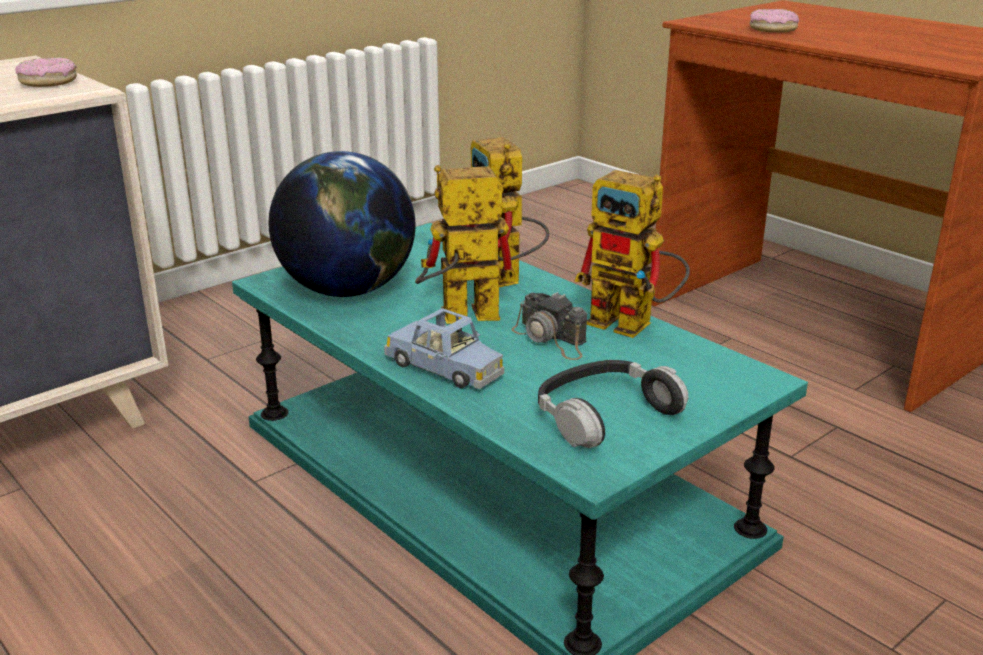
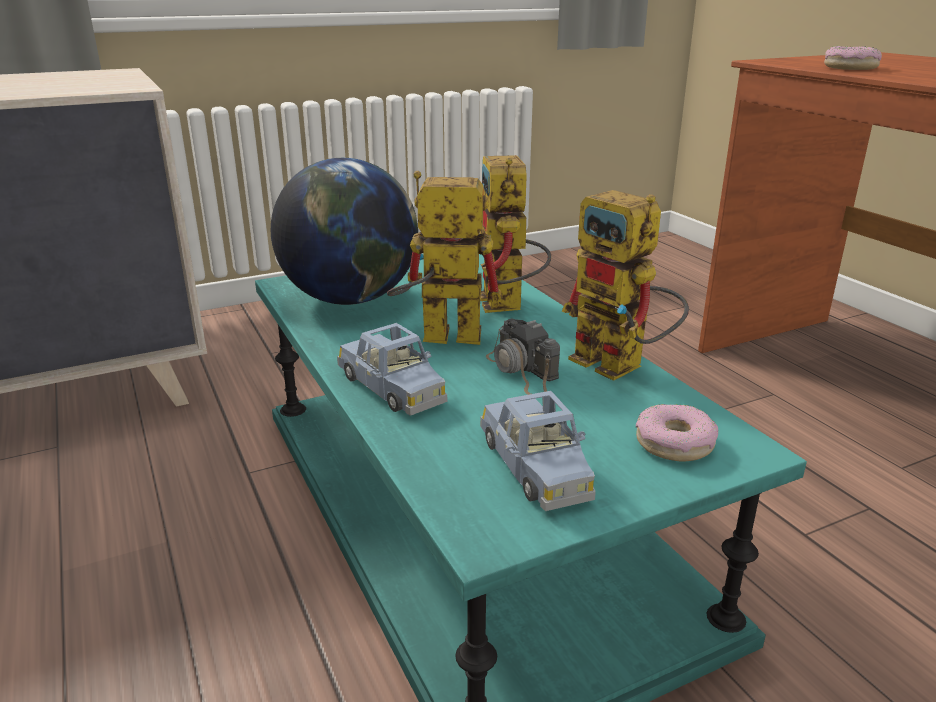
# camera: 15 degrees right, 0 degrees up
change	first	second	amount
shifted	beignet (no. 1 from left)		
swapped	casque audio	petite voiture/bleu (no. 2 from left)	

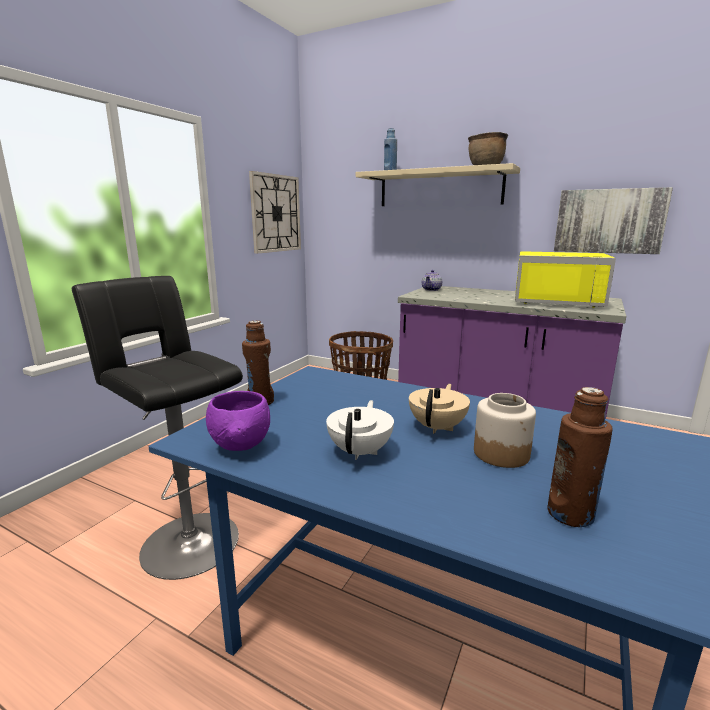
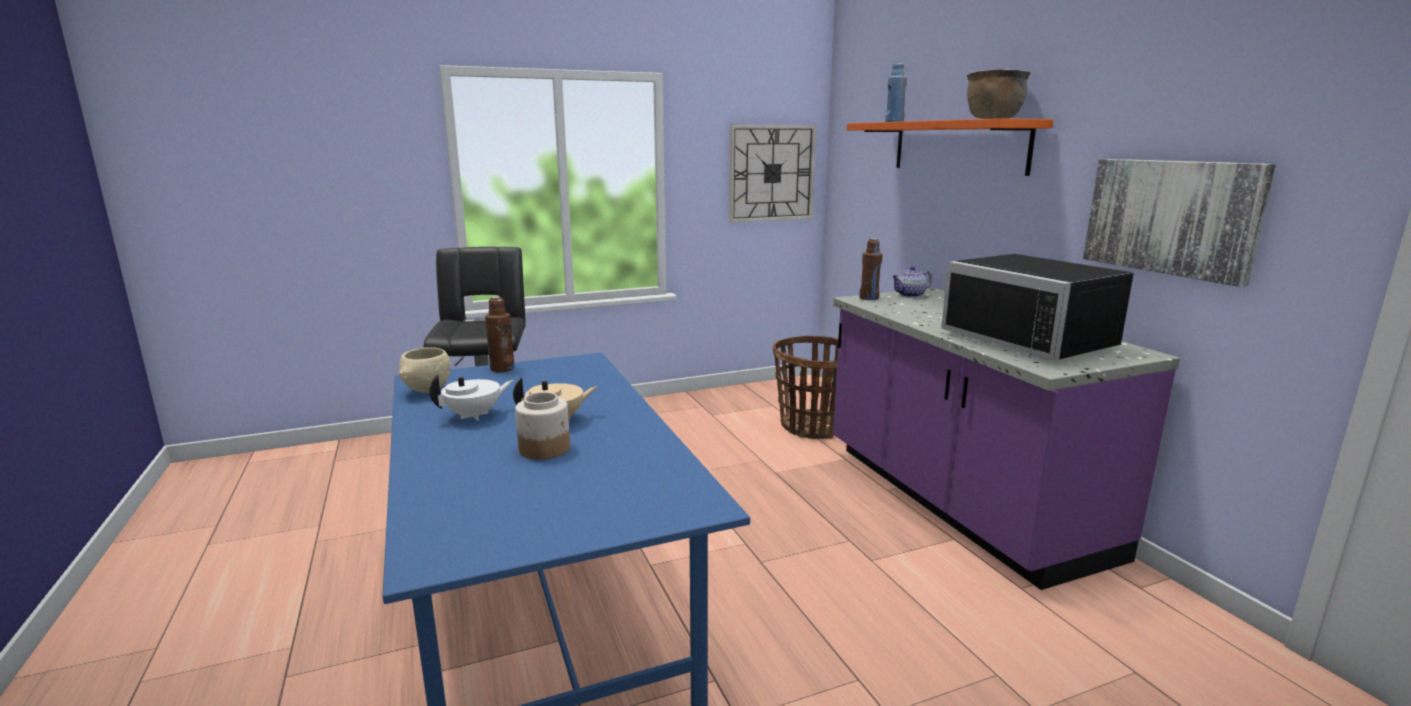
# camera: 40 degrees right, 0 degrees up
change	first	second	amount
repainted	étagère/beige	étagère/orange	
repainted	micro-ondes/jaune	micro-ondes/noir	
shifted	bouteille/marron (no. 2 from left)		
repainted	bol/violet	bol/beige	

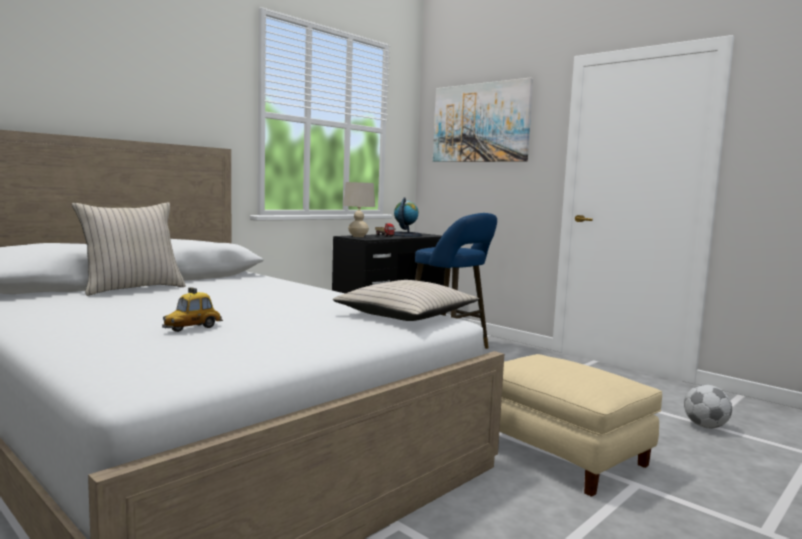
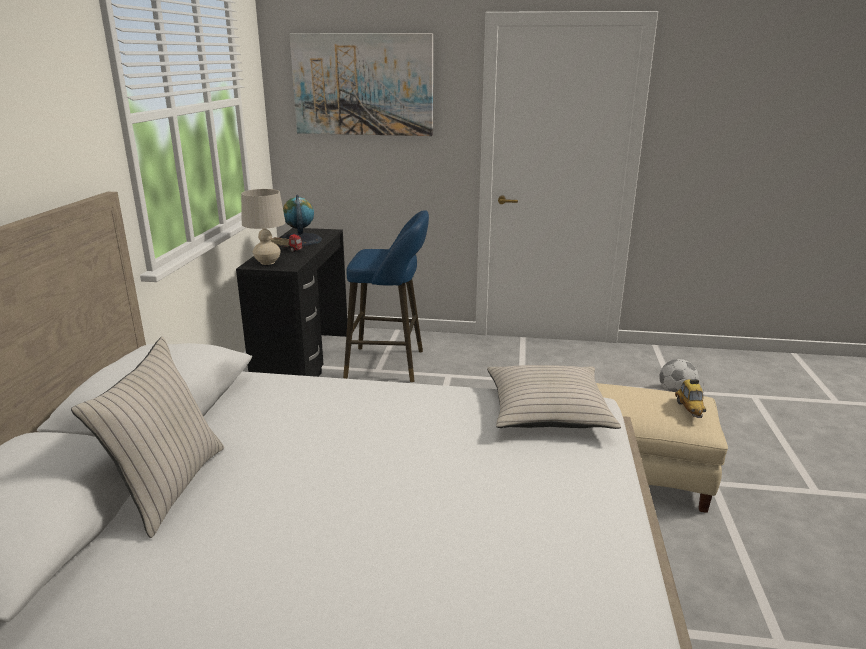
# camera: 35 degrees left, 15 degrees up
change	first	second	amount
shifted	petite voiture		

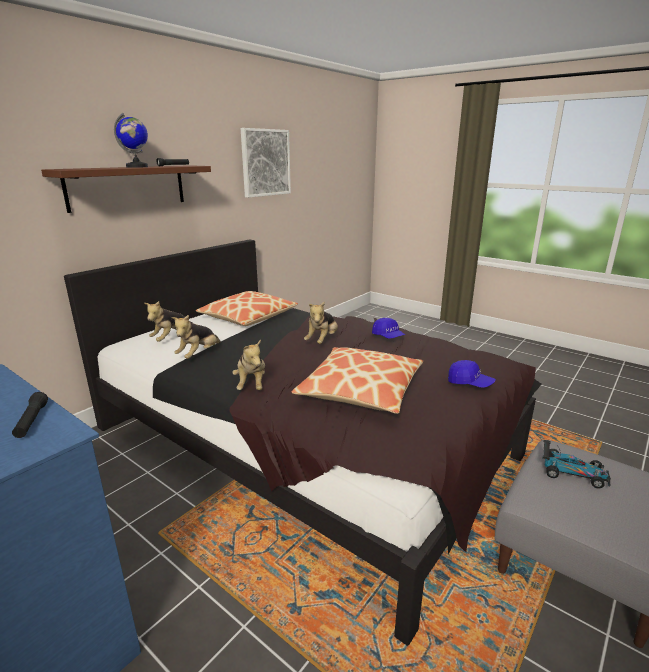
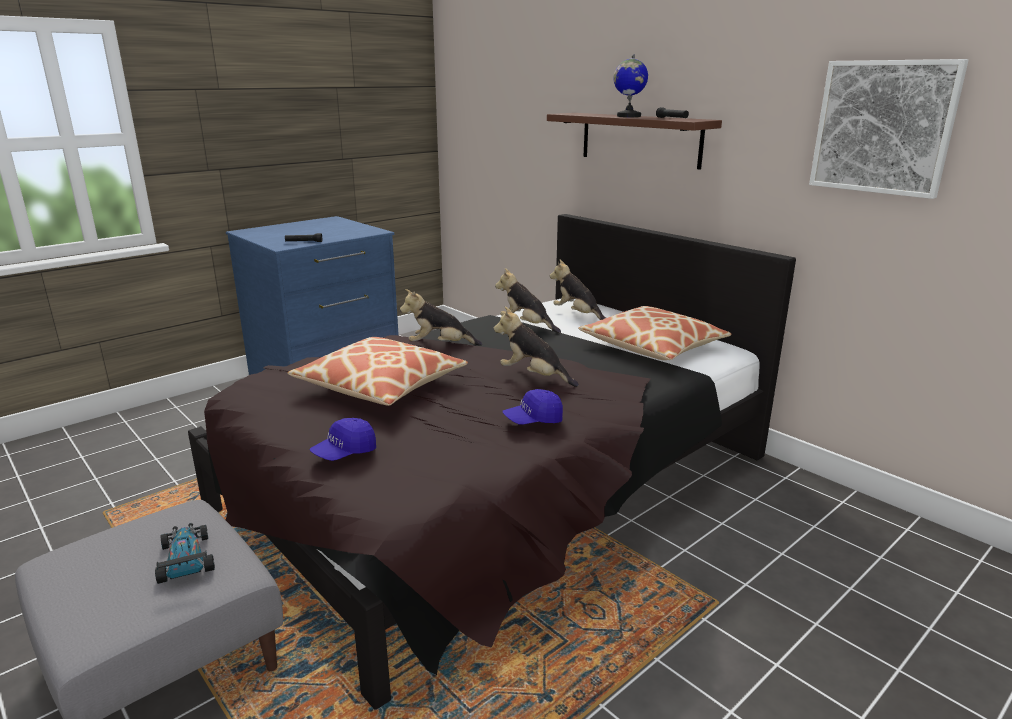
# camera: 100 degrees right, 0 degrees up
change	first	second	amount
rotated	petite voiture		120 degrees clockwise

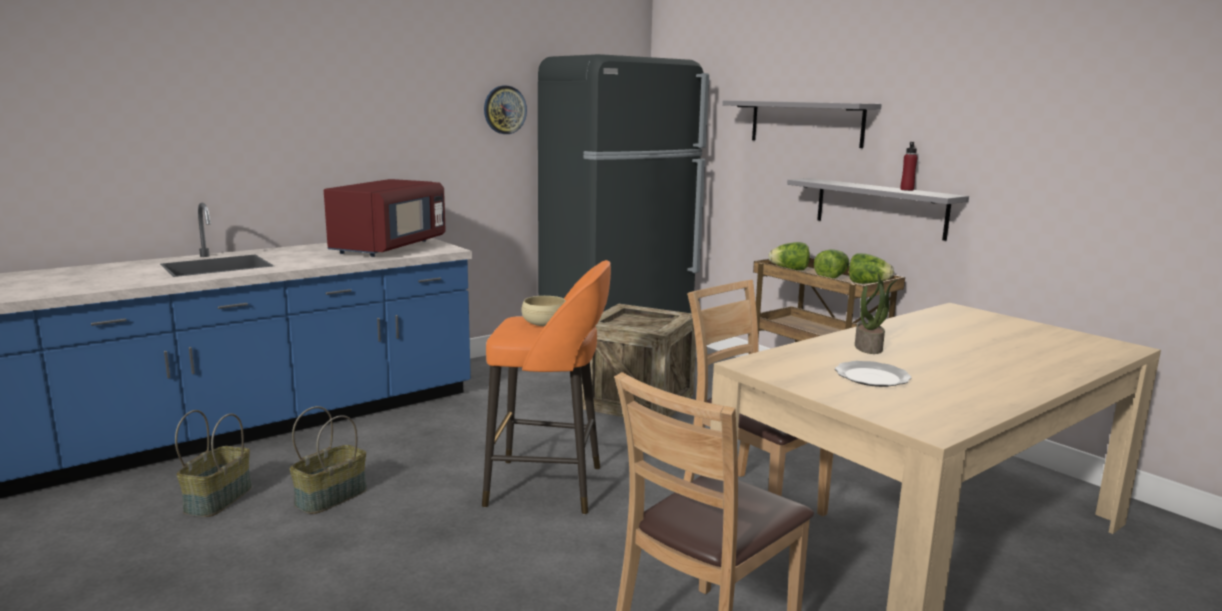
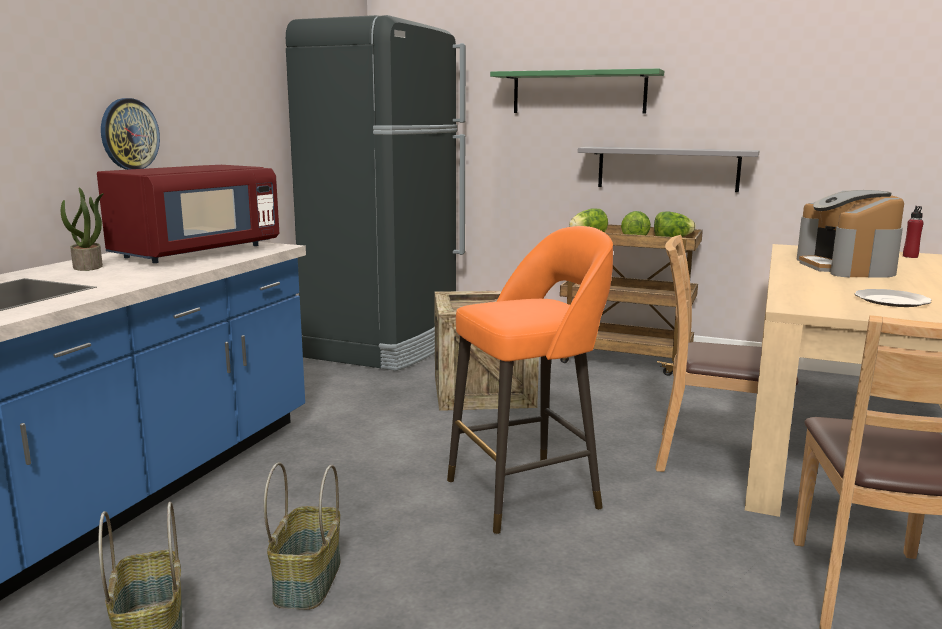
# camera: 30 degrees left, 0 degrees up
change	first	second	amount
shifted	horloge murale		
repainted	étagère/gris (no. 1 from left)	étagère/vert	
shifted	bouteille/rouge		
rotated	micro-ondes/rouge		45 degrees clockwise
shifted	plante en pot		
gone	bol/beige		
new		machine à café	

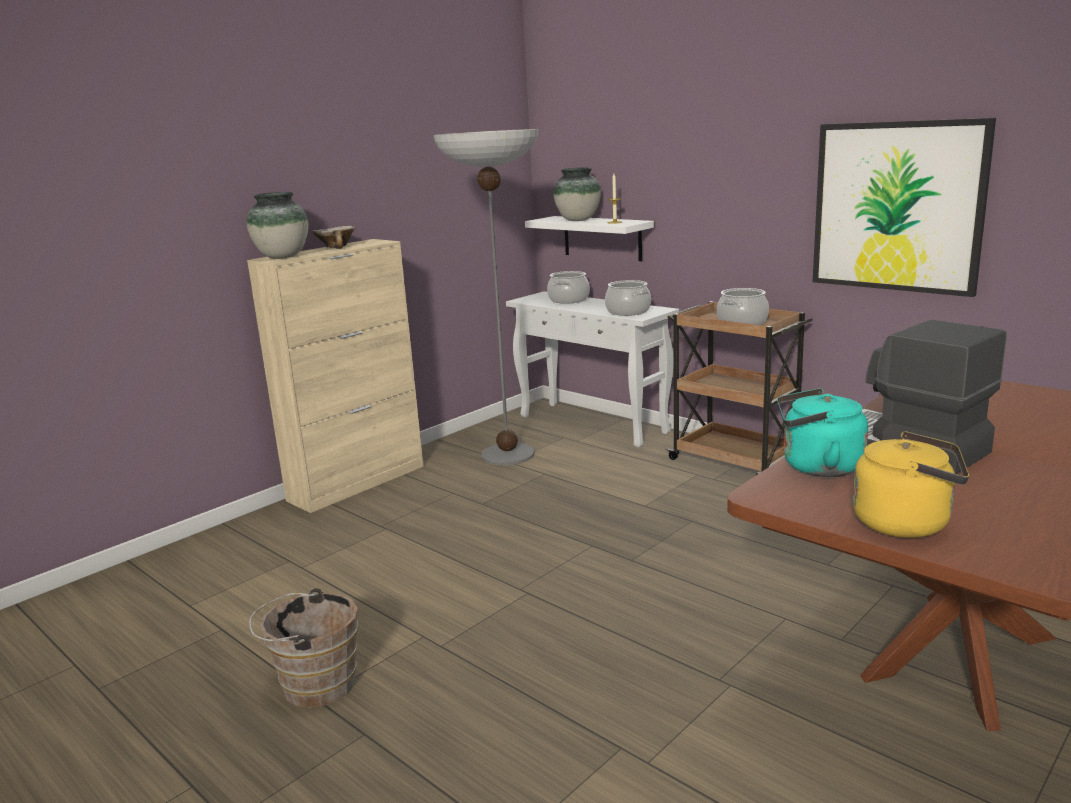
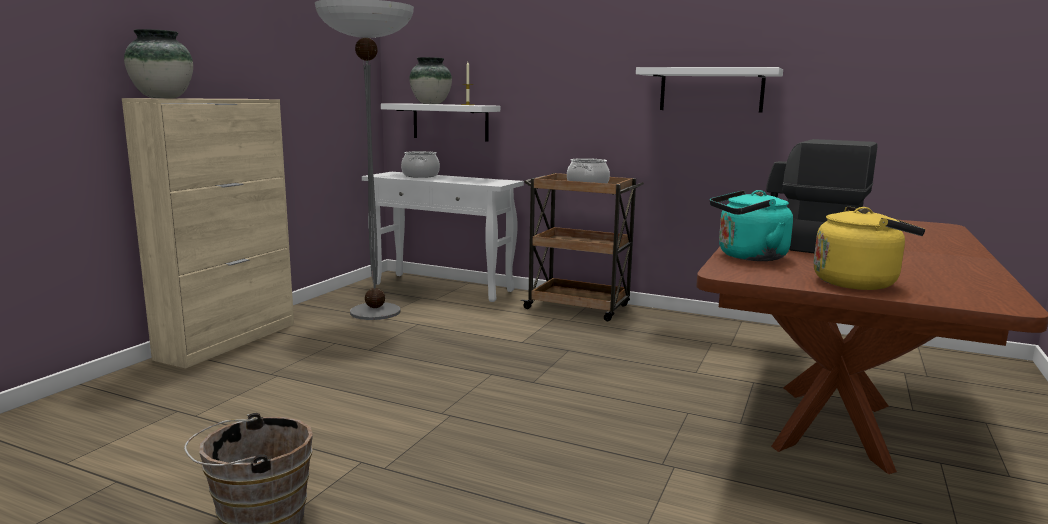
# camera: 20 degrees left, 5 degrees down
change	first	second	amount
swapped	tableau	étagère/blanc (no. 2 from left)	
gone	bol		
gone	marmite (no. 2 from left)		

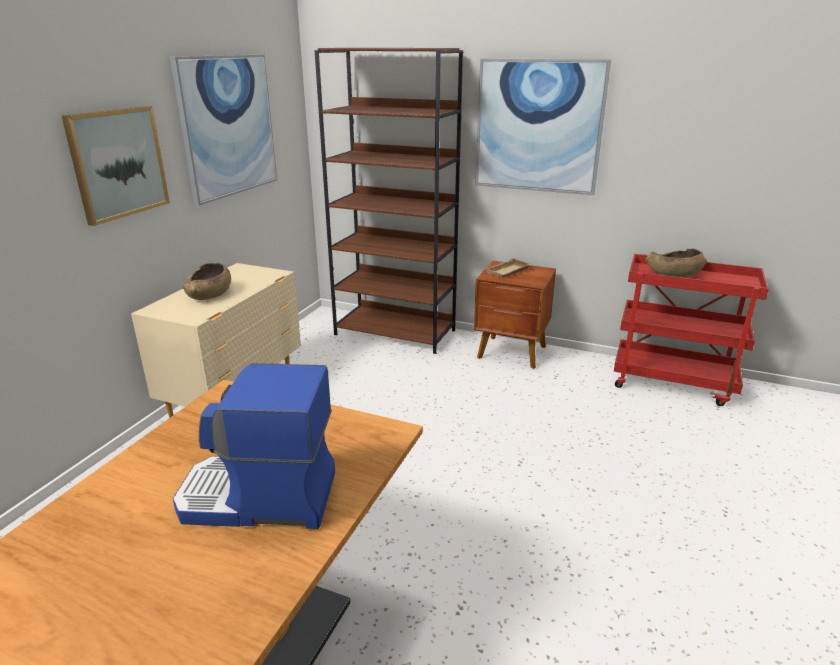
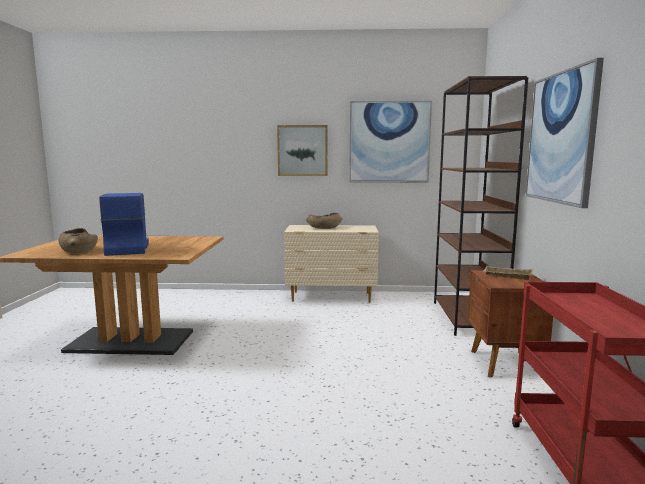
# camera: 70 degrees right, 15 degrees down
change	first	second	amount
shifted	bol/marron (no. 2 from left in the first image)	bol/marron (no. 1 from left)	

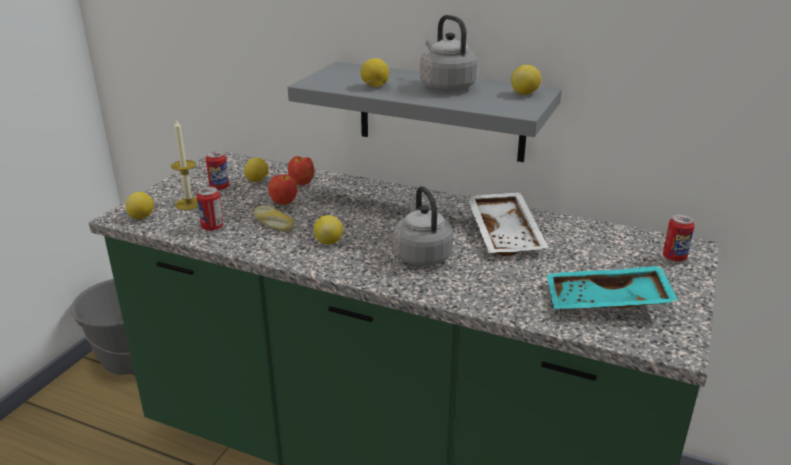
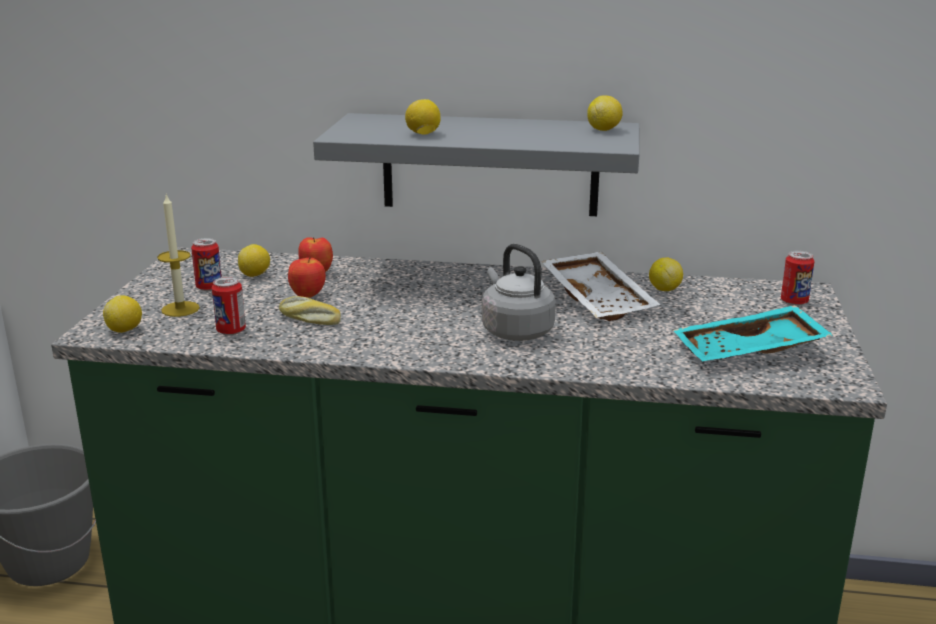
# camera: 15 degrees left, 5 degrees down
change	first	second	amount
gone	bouilloire/gris (no. 2 from left)		
shifted	citron (no. 3 from left in the first image)	citron (no. 5 from left)	

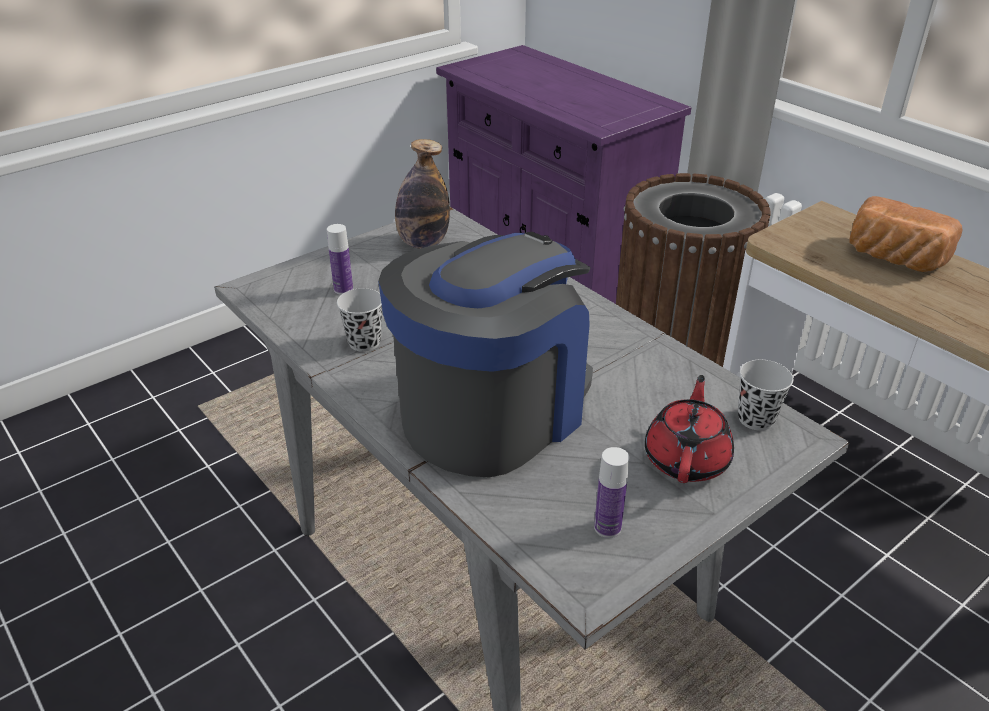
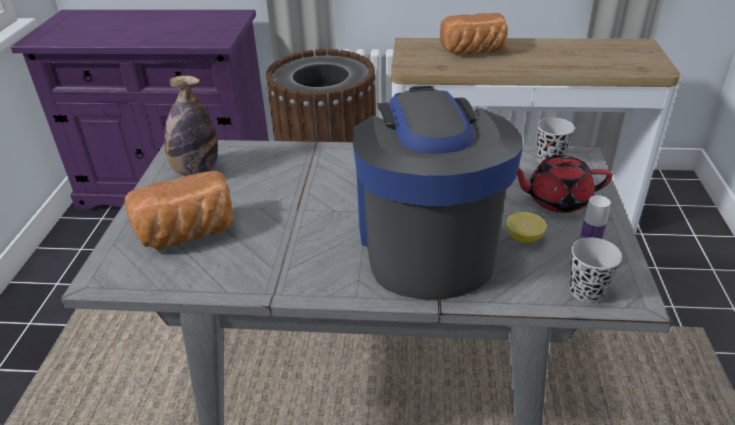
# camera: 45 degrees left, 0 degrees up
change	first	second	amount
swapped	bouteille (no. 1 from left)	pain (no. 1 from left)	
shifted	tasse/noir (no. 1 from left in the first image)	tasse/noir (no. 2 from left)	
rotated	théière/rouge		60 degrees counterclockwise
new		citron	

